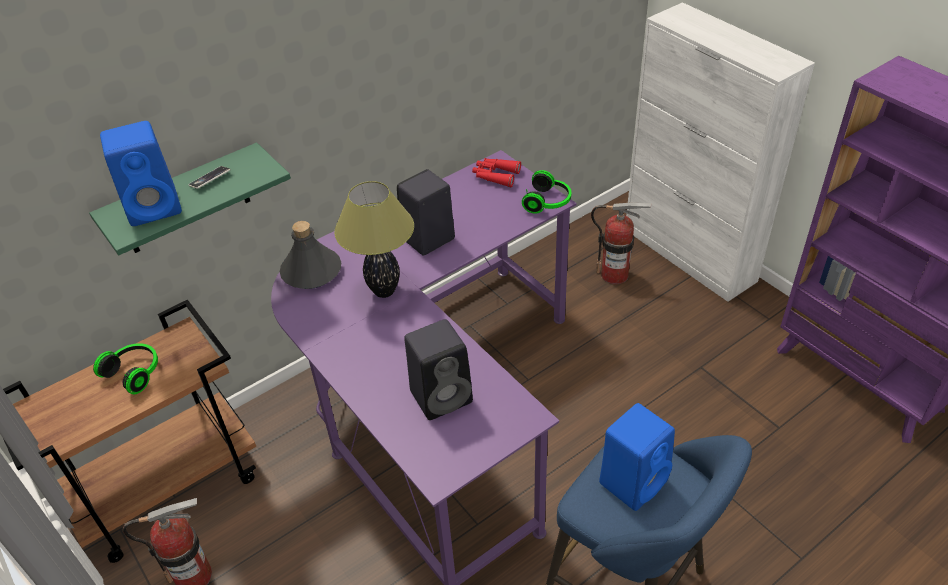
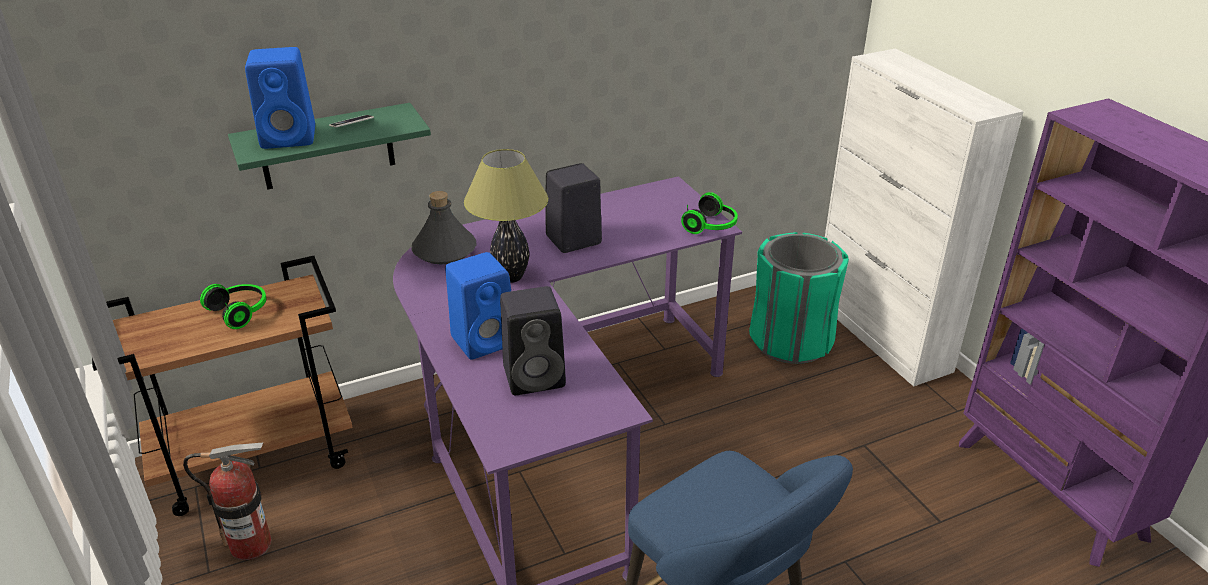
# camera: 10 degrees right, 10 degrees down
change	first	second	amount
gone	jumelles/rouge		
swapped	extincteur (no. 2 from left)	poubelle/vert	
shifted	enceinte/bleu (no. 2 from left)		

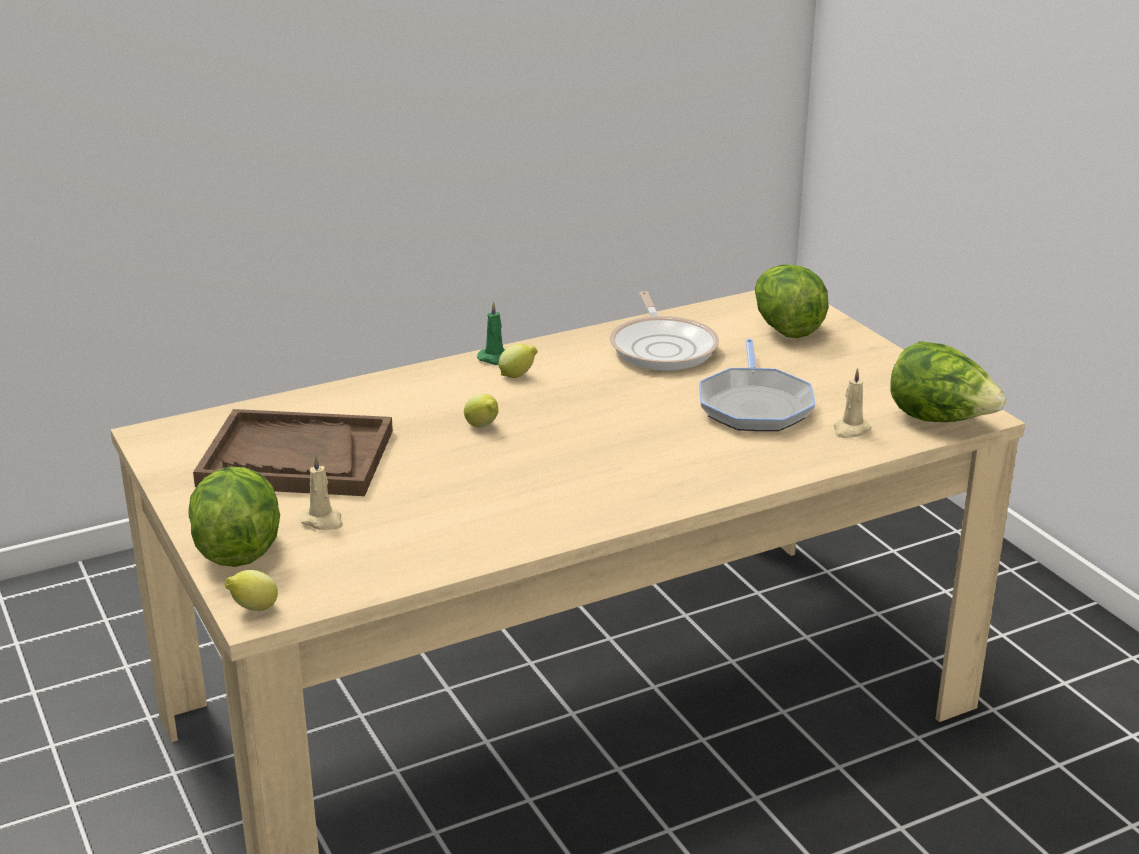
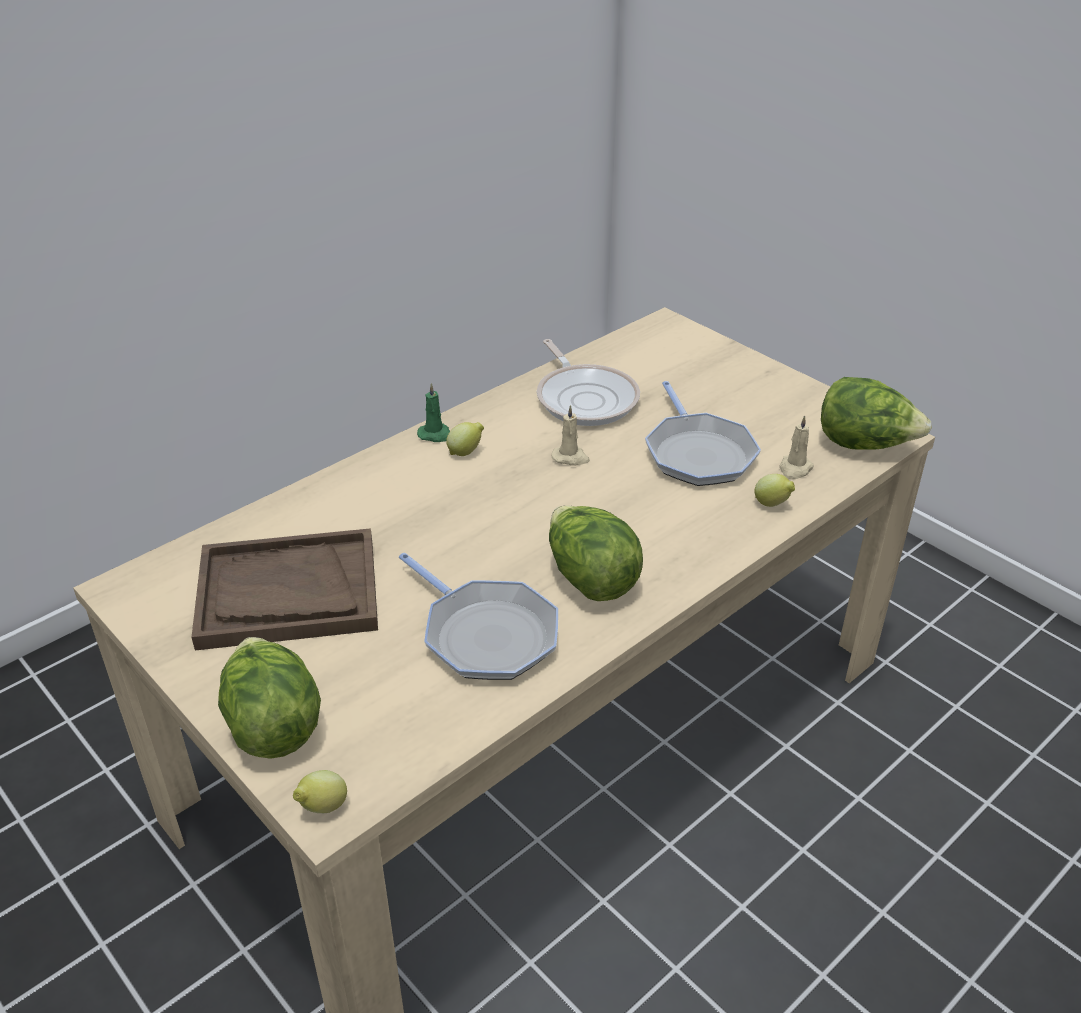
# camera: 15 degrees left, 10 degrees up
change	first	second	amount
shifted	laitue (no. 2 from left)		
shifted	citron (no. 2 from left in the first image)	citron (no. 3 from left)	
shifted	bougie/beige (no. 1 from left)		
new		poêle (no. 1 from left)	

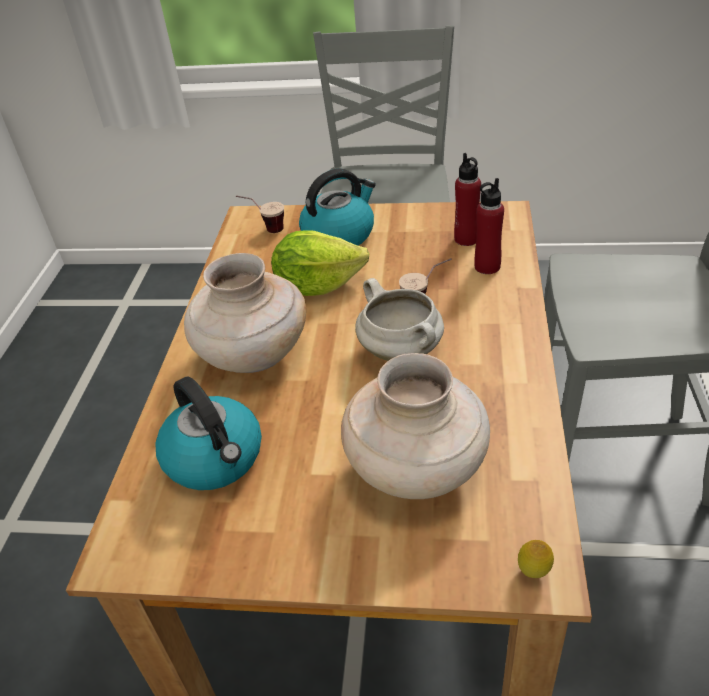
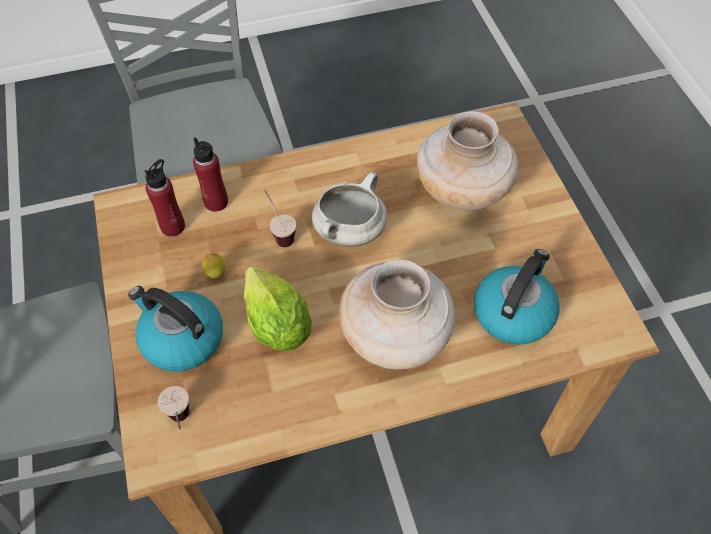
# camera: 115 degrees left, 15 degrees up
change	first	second	amount
shifted	citron		

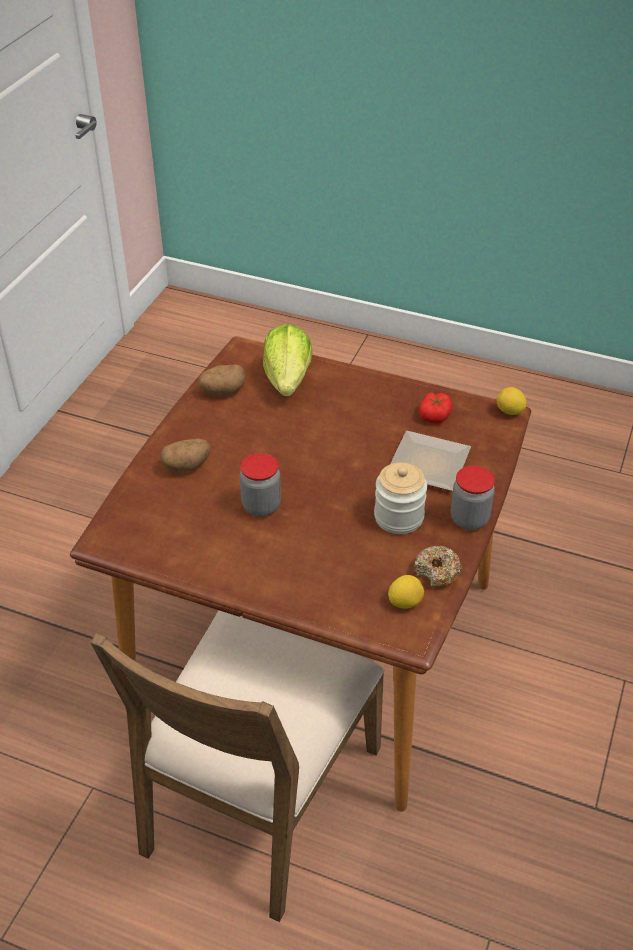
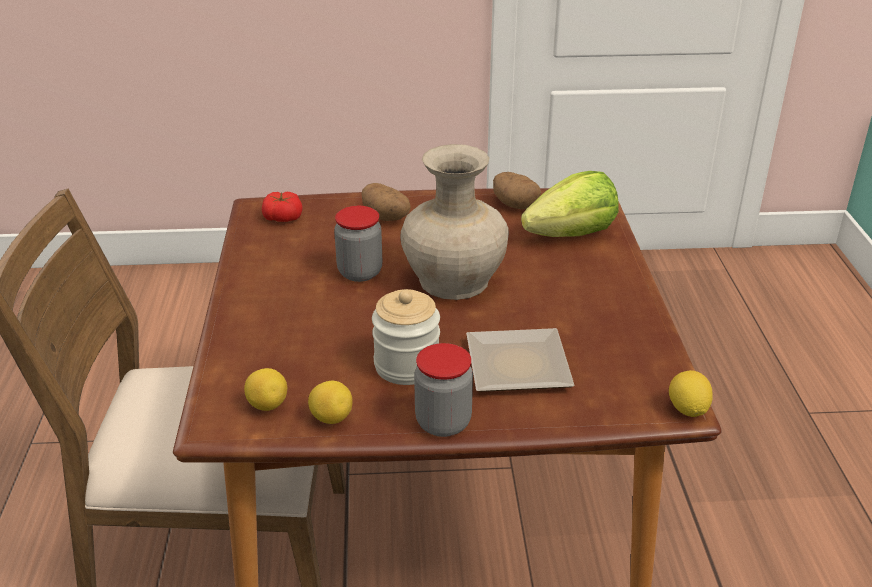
# camera: 65 degrees right, 10 degrees down
change	first	second	amount
shifted	tomate		
swapped	beignet	citron (no. 2 from left)	
new		vase/beige	

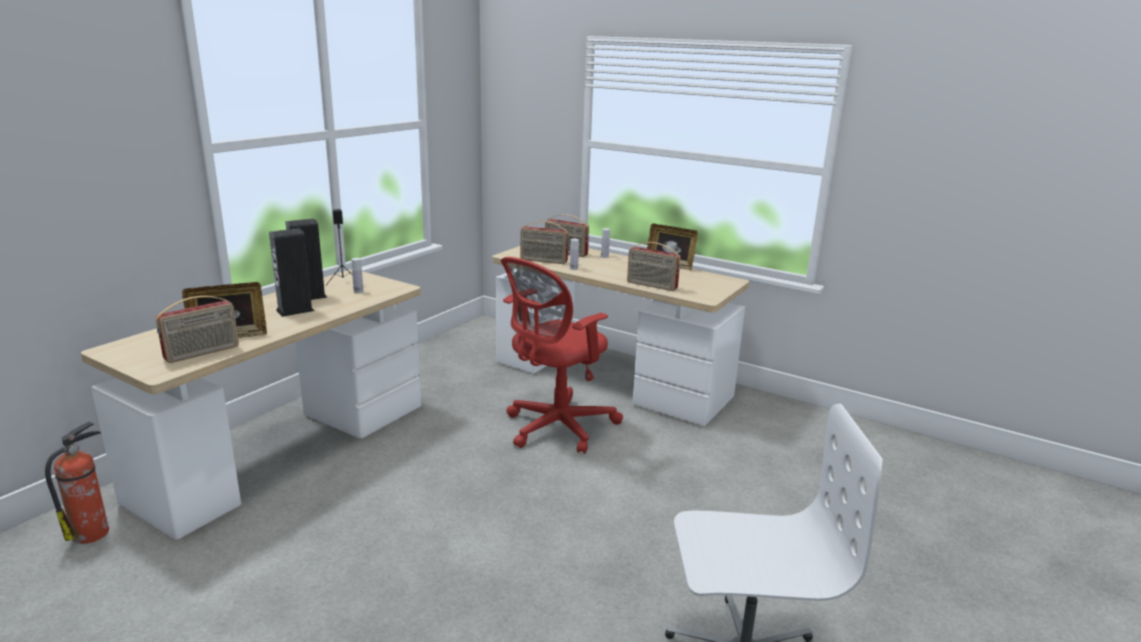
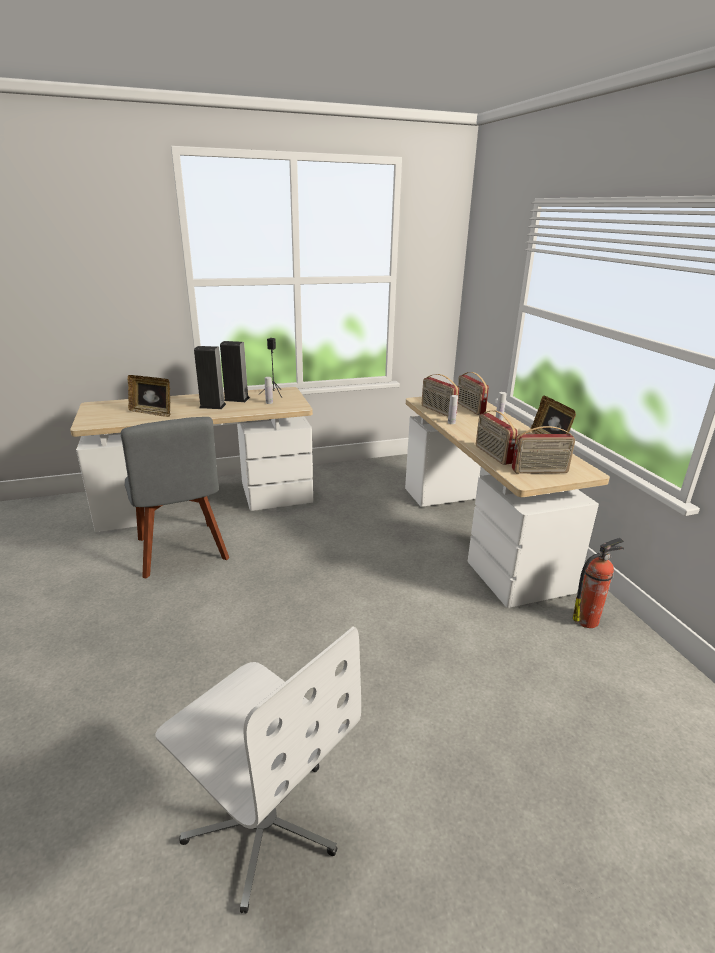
# camera: 40 degrees right, 5 degrees up
change	first	second	amount
gone	chaise de bureau/rouge		
shifted	radio (no. 1 from left in the first image)	radio (no. 4 from left)	
shifted	extincteur		
new		chaise/gris	

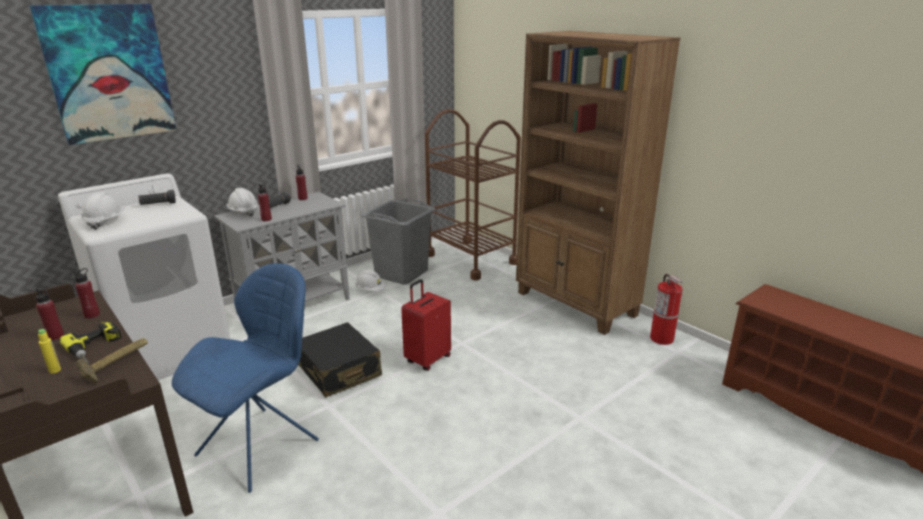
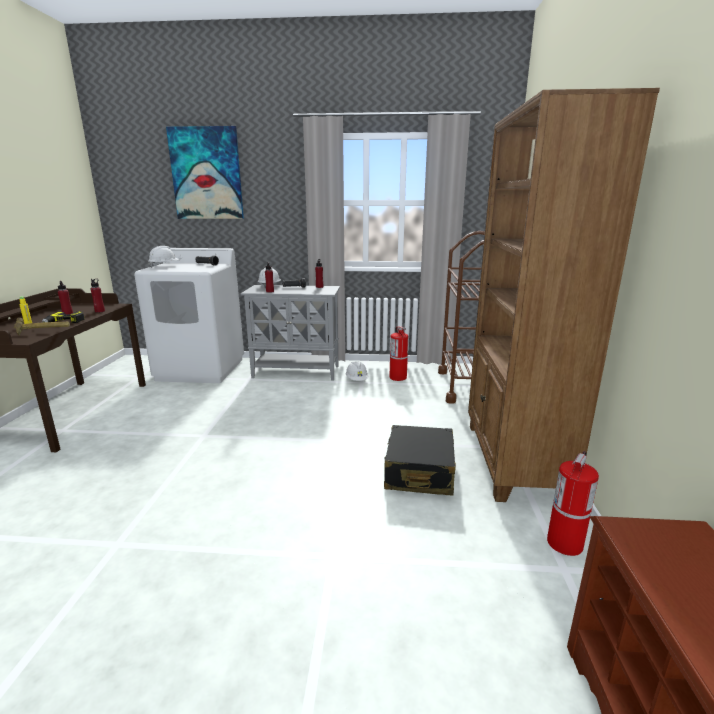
# camera: 45 degrees right, 5 degrees down
change	first	second	amount
swapped	panier à linge/gris	extincteur (no. 1 from left)	
gone	chaise/bleu		
gone	valise/rouge		
shifted	valise/noir		

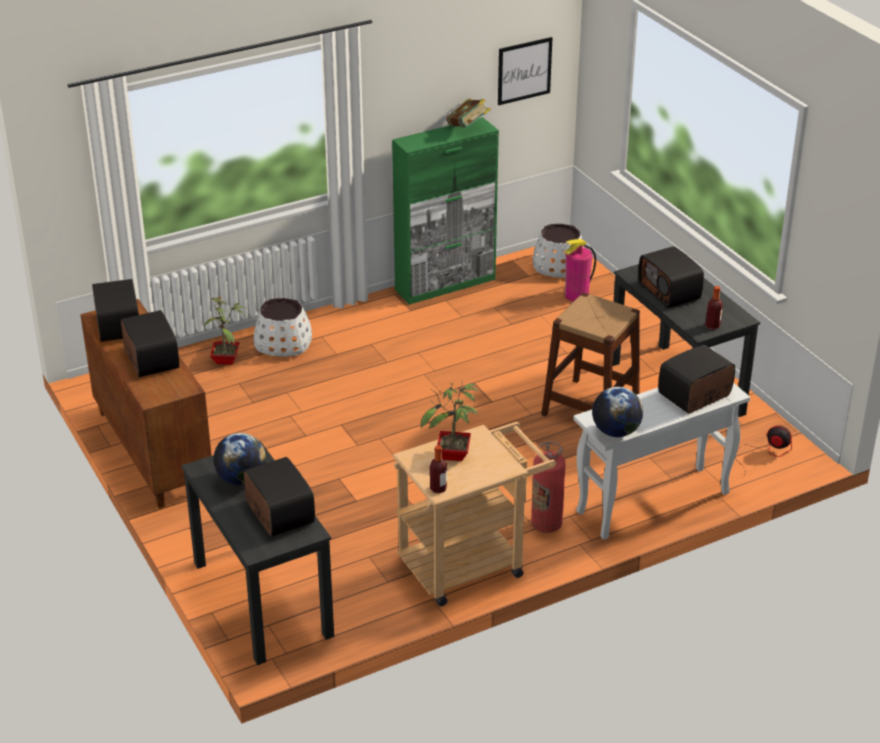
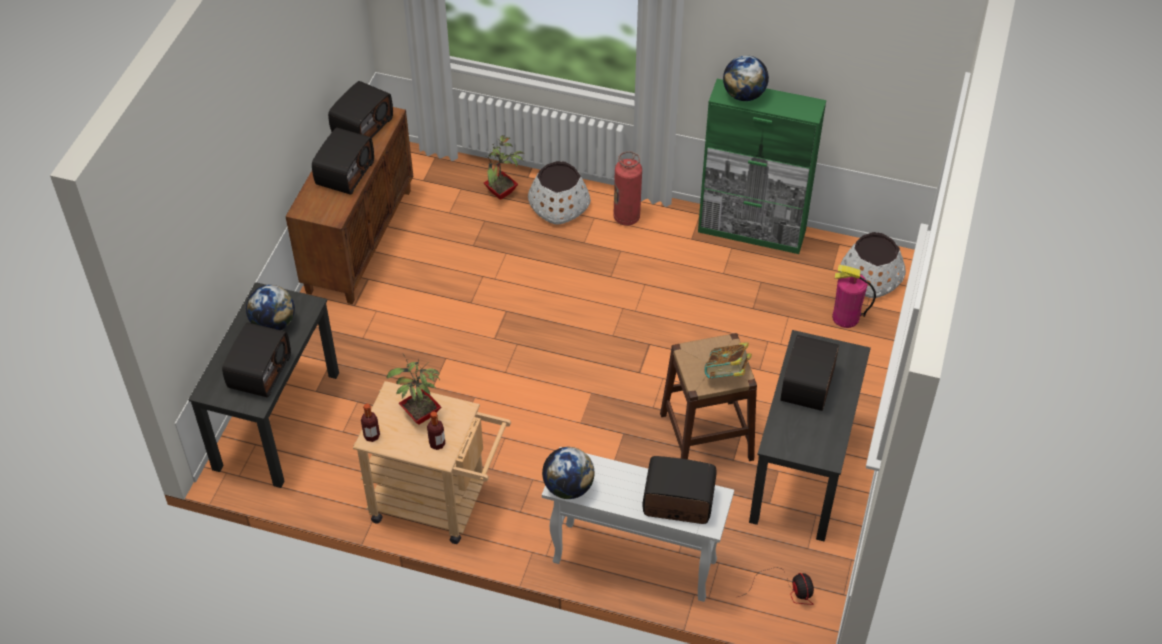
# camera: 45 degrees right, 15 degrees up
change	first	second	amount
gone	tableau		
shifted	livre		
shifted	bouteille (no. 2 from left)		
shifted	extincteur (no. 1 from left)		
new		globe (no. 3 from left)	

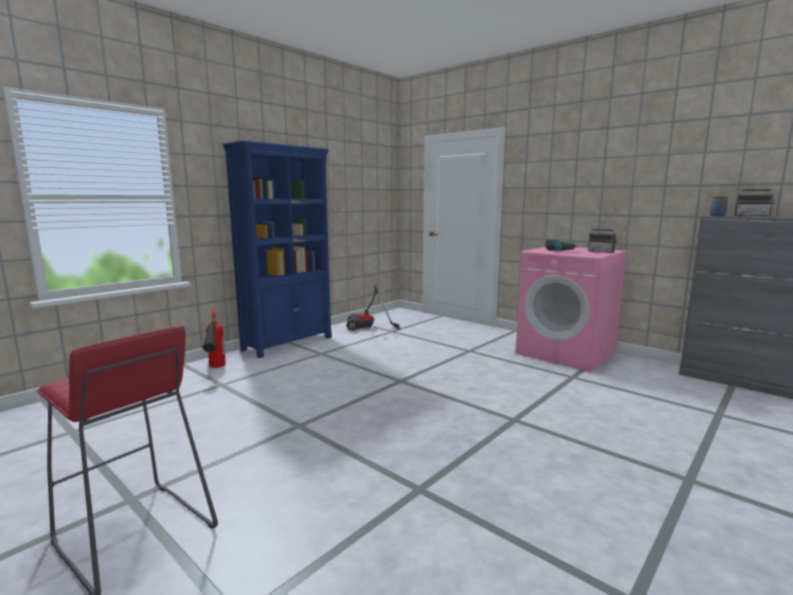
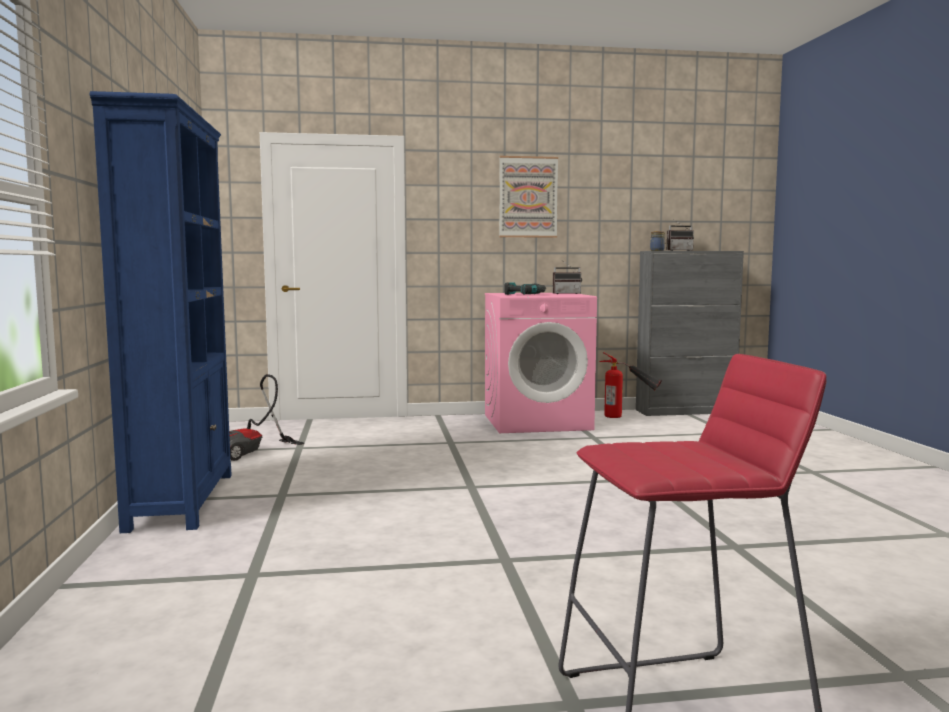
# camera: 50 degrees left, 5 degrees down
change	first	second	amount
shifted	extincteur		
new		tableau	

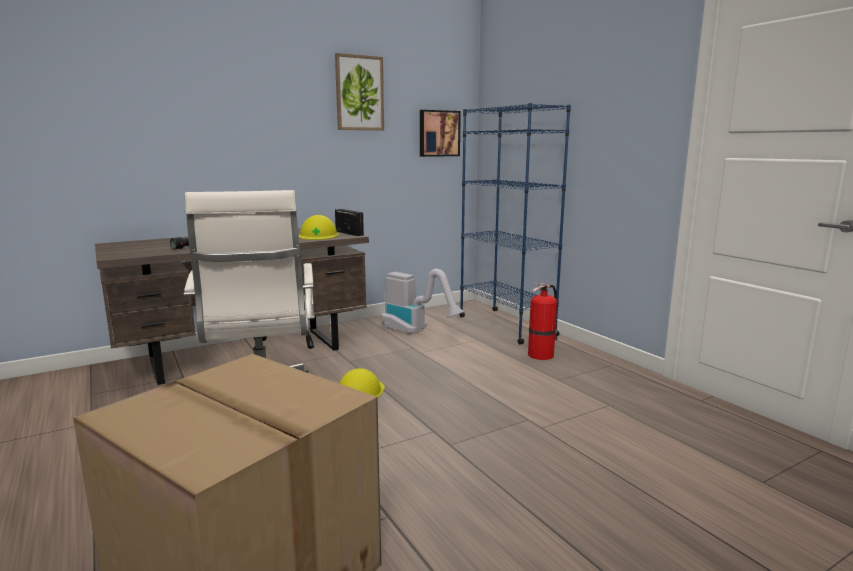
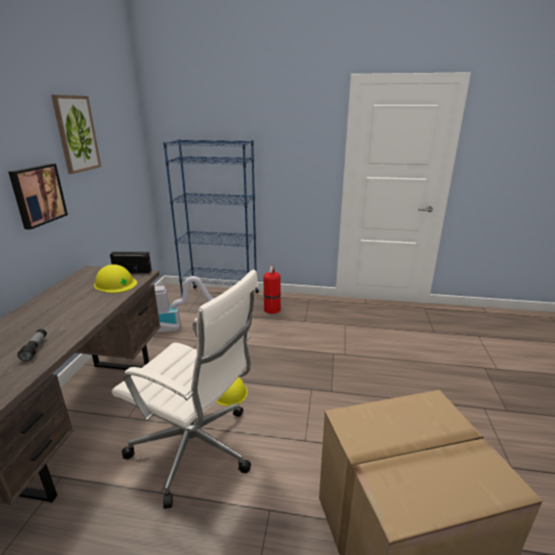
# camera: 50 degrees left, 10 degrees up
change	first	second	amount
shifted	tableau (no. 2 from left in the first image)	tableau (no. 1 from left)	

